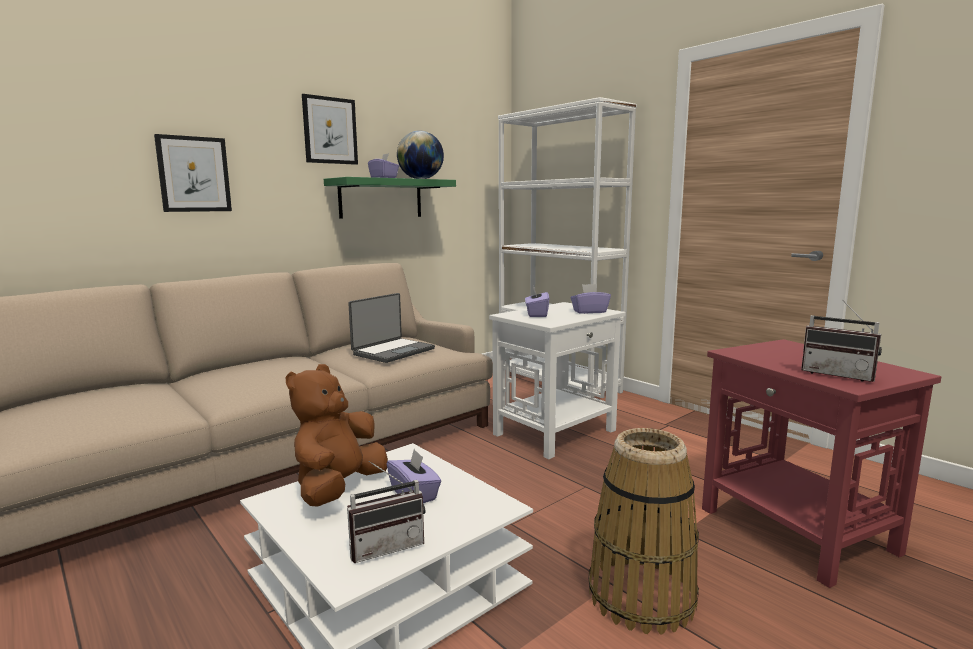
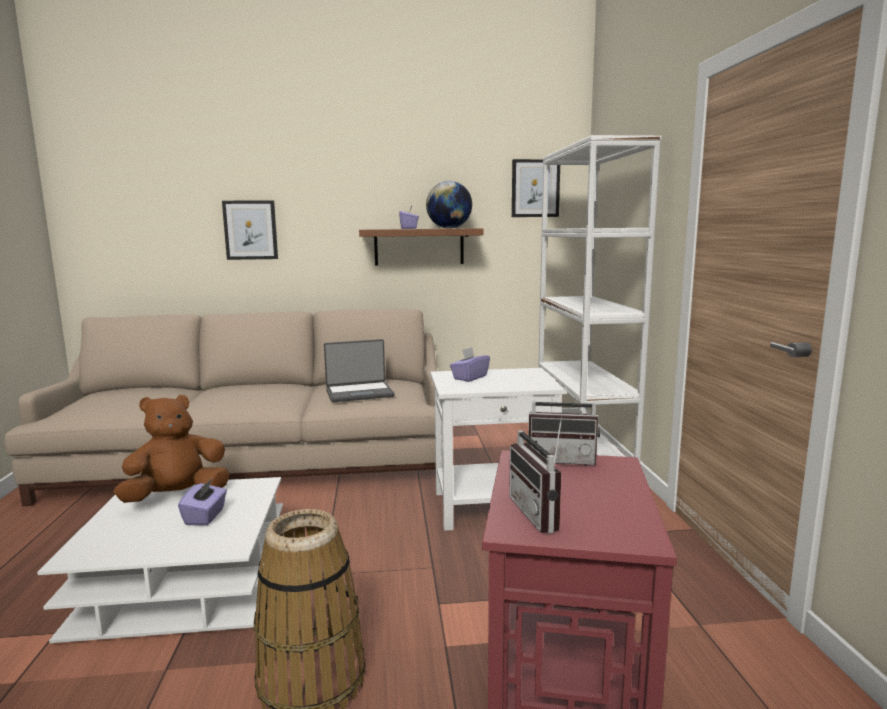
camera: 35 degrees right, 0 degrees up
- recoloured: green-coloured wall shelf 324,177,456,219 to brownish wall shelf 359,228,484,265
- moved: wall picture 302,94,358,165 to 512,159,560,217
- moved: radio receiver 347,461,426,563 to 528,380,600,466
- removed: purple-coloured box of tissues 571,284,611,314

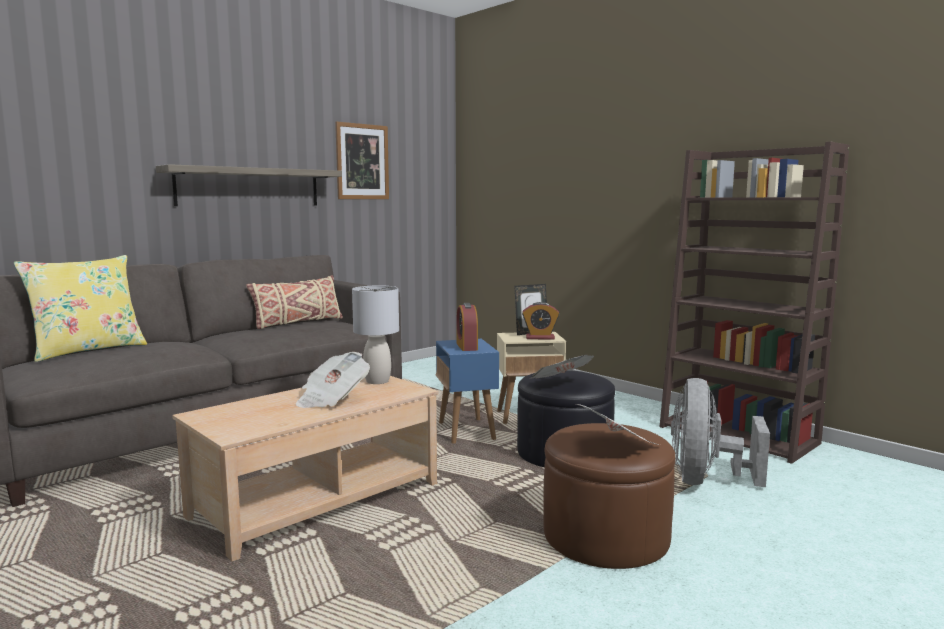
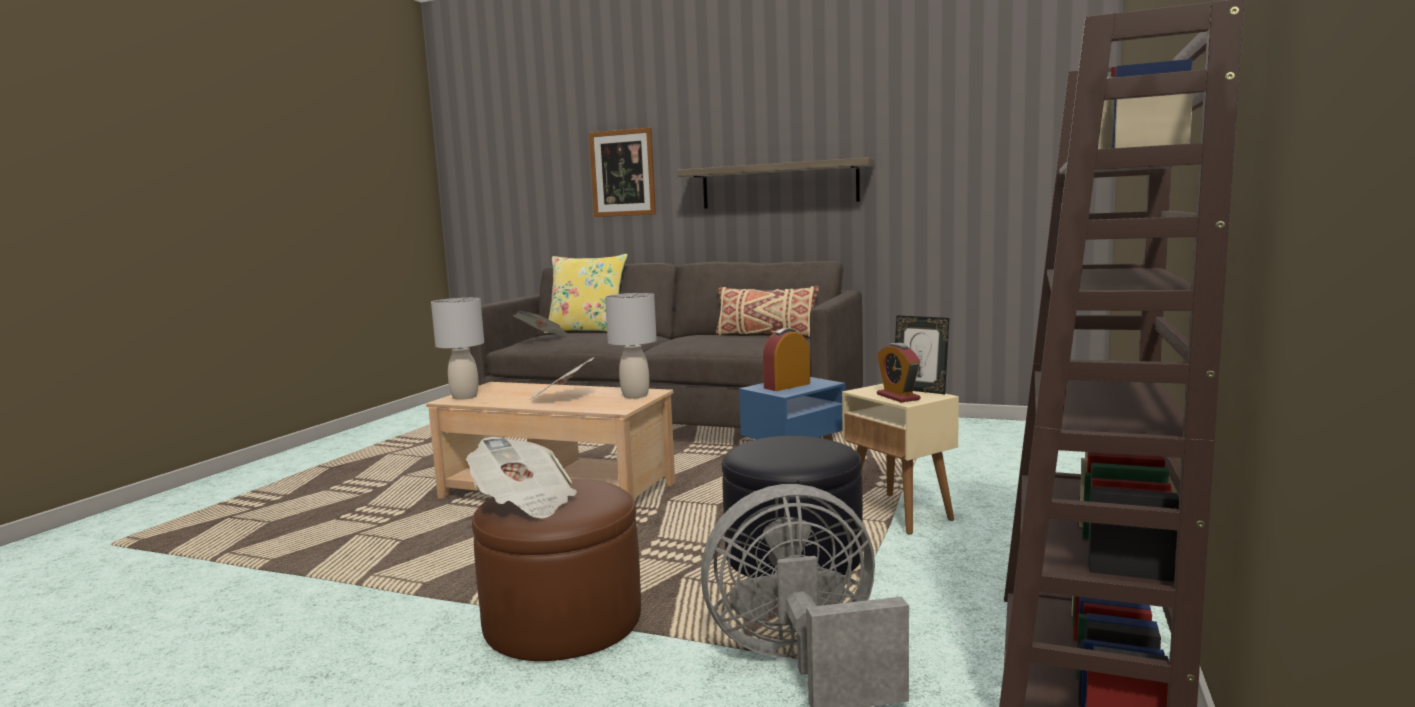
camera: 65 degrees right, 0 degrees up
- added: gray lamp for a table 431,298,484,400
- moved: newspaper 531,355,594,379 to 513,311,569,335
- moved: wall picture 335,122,389,199 to 589,127,656,217

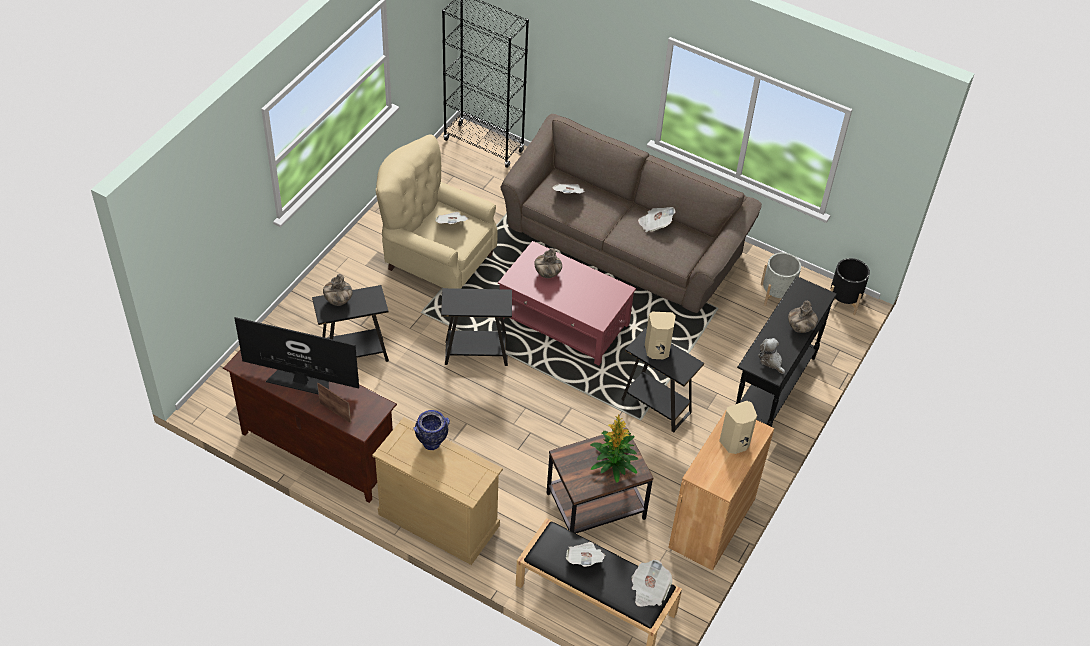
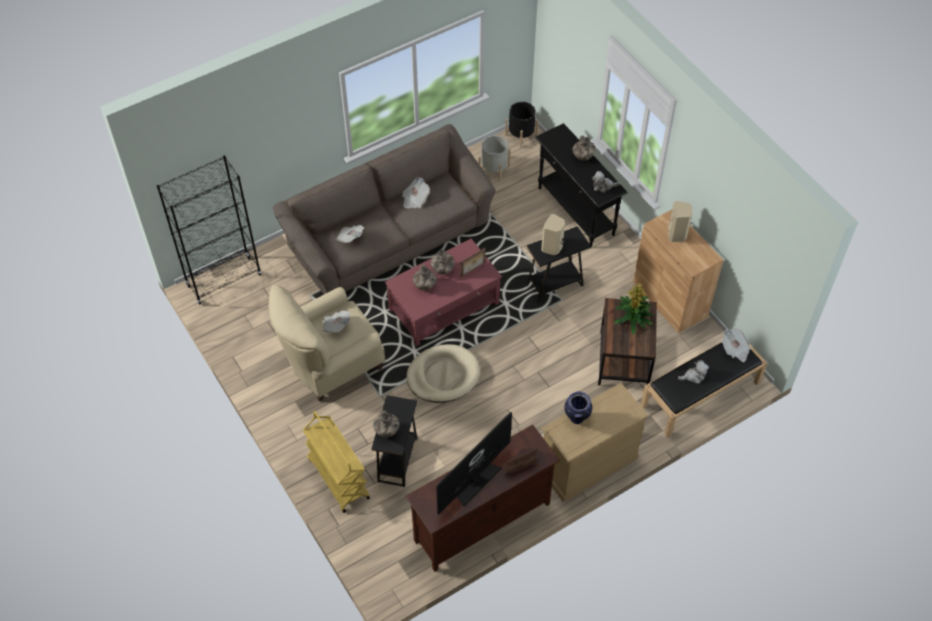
camera: 60 degrees left, 5 degrees up
- added: yellow wheeled cart 303,411,370,513
- replaced: black side table 441,288,512,366 to sand-coloured dog bed 407,344,480,403
- added: flower vase 431,250,455,274
- added: picture frame 460,248,485,277
- replaced: newspaper 566,542,605,567 to cuddly toy 678,360,709,384

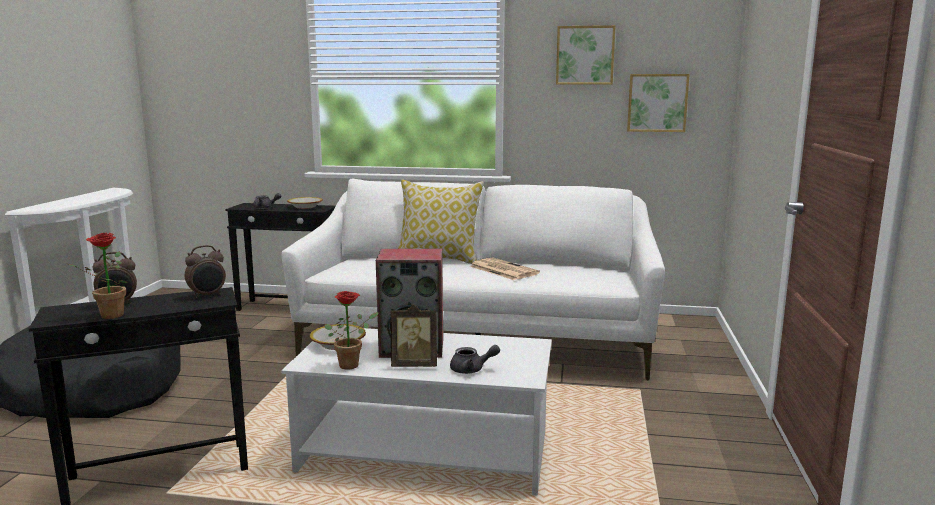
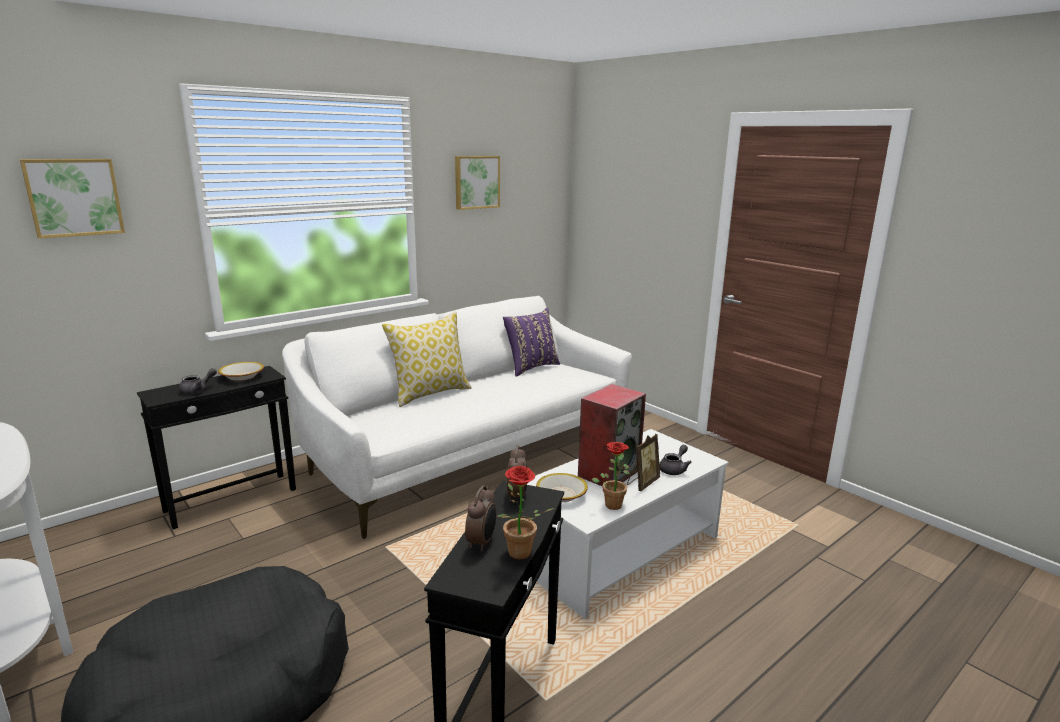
camera: 50 degrees left, 5 degrees up
- moved: wall picture 627,74,690,132 to 20,159,125,239
- added: purple-coloured cushion 503,308,560,376
- removed: newspaper 470,257,540,280

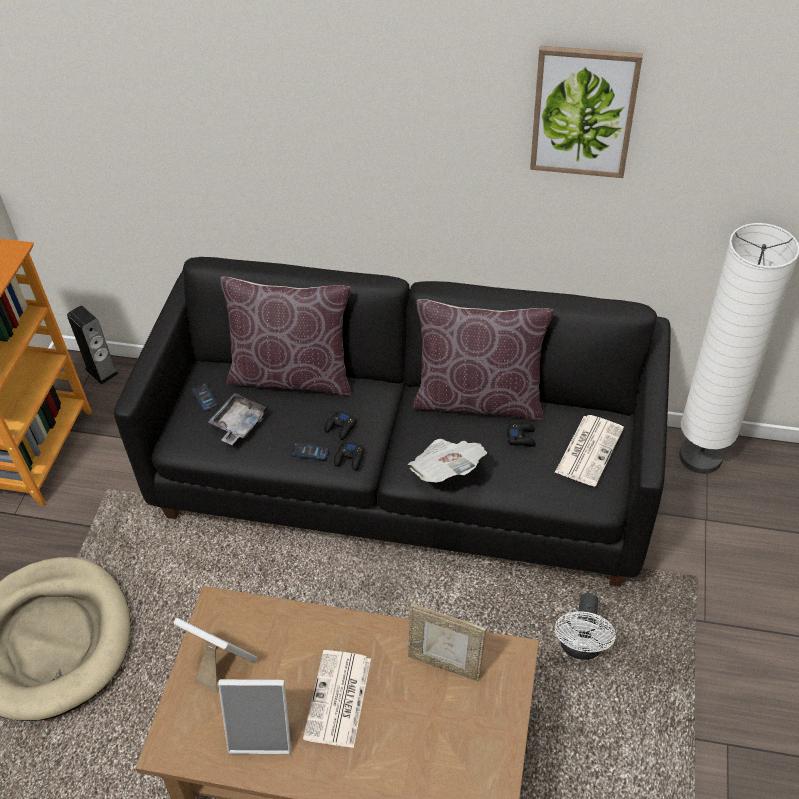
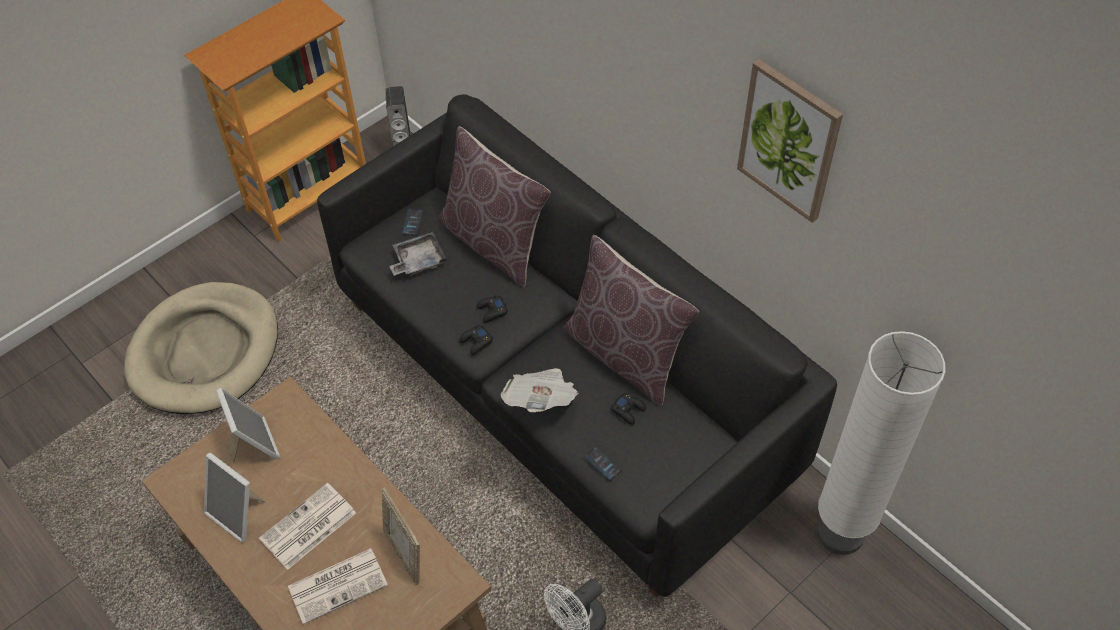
camera: 35 degrees right, 5 degrees up
- moved: newspaper 555,415,624,487 to 288,548,388,625
- moved: phone 291,442,329,460 to 584,446,622,481

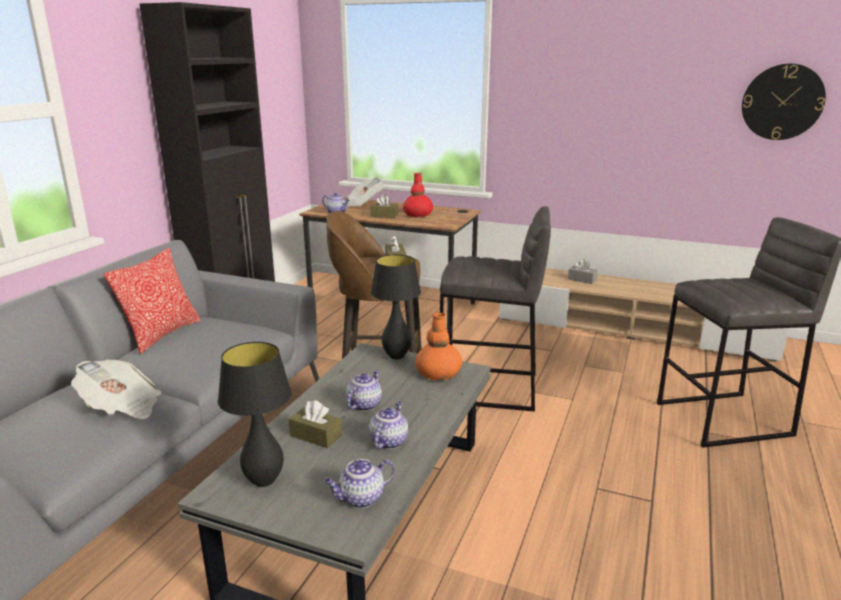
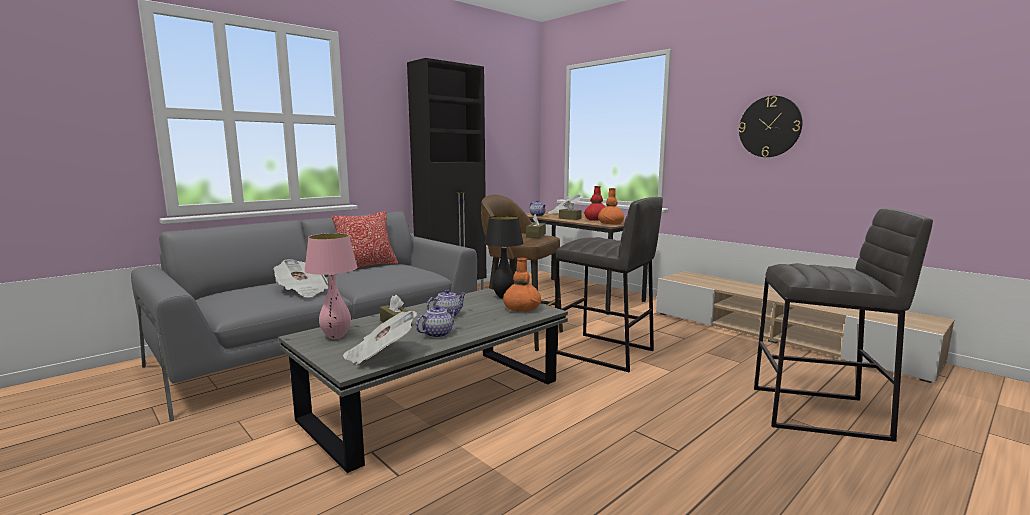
camera: 25 degrees right, 10 degrees down
- recoloured: black lamp for a table 218,342,292,487 to pink lamp for a table 304,233,358,339
- replaced: pot for tea 324,459,395,508 to newspaper 343,311,417,365
- added: orange flower vase 598,188,624,224
- moved: hanging clock 742,64,826,140 to 739,96,803,157
- removed: gray box of tissues 568,259,598,284

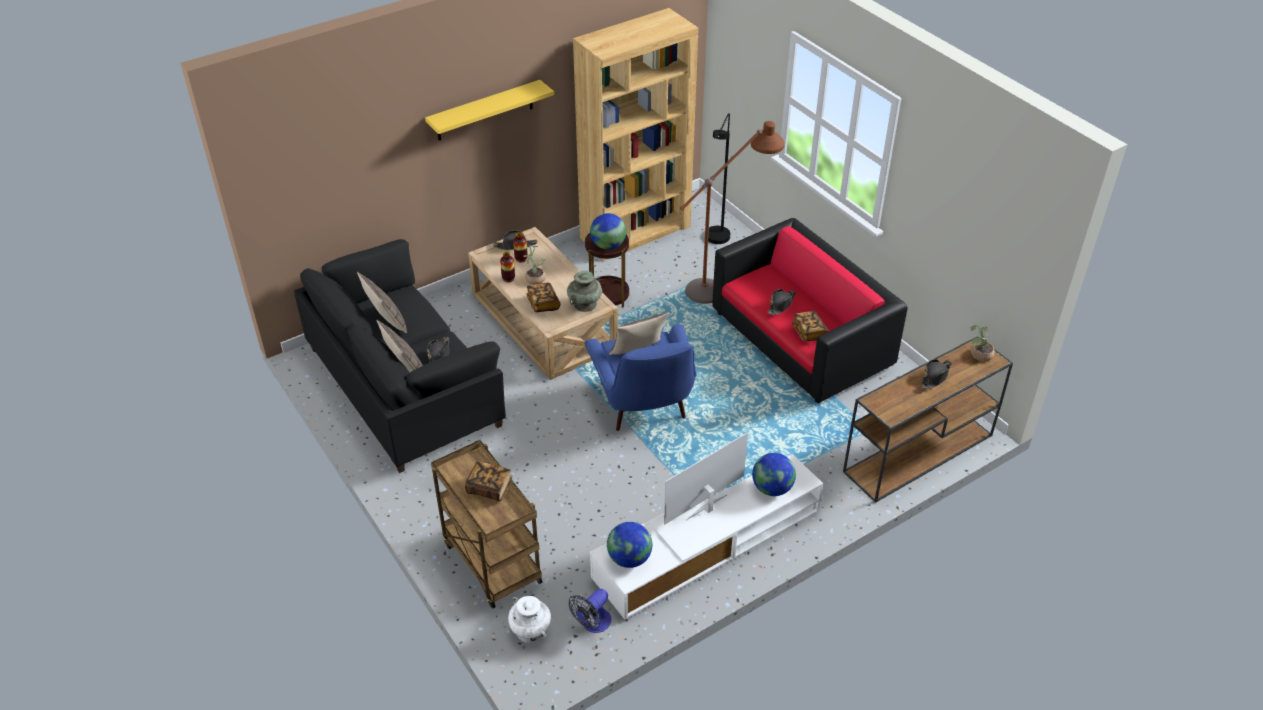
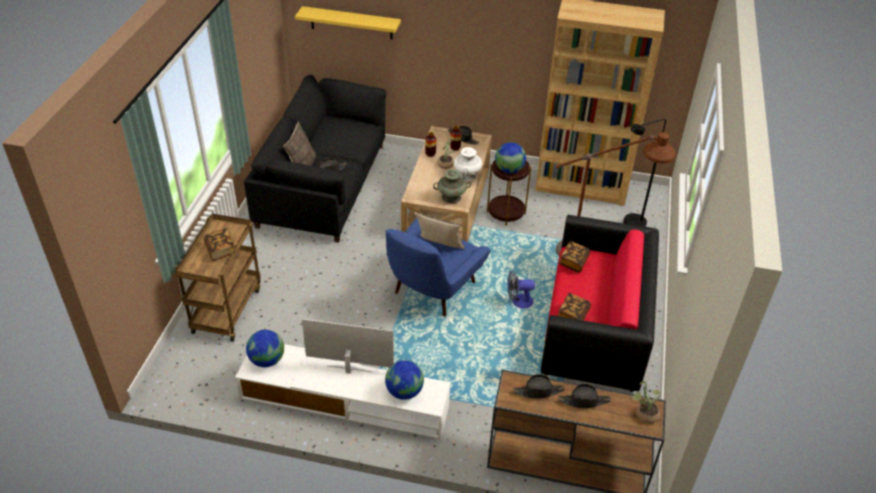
camera: 45 degrees right, 0 degrees up
- moved: yellow wall shelf 425,80,554,140 to 295,6,401,40
- moved: whitish flower vase 508,596,551,643 to 454,147,482,181
- moved: cooling fan 569,589,612,633 to 507,271,535,309
- moved: black wearable hat 767,289,796,315 to 513,374,565,399
- moved: bound book 527,283,560,312 to 559,241,590,272
- removed: cushion 357,272,407,333

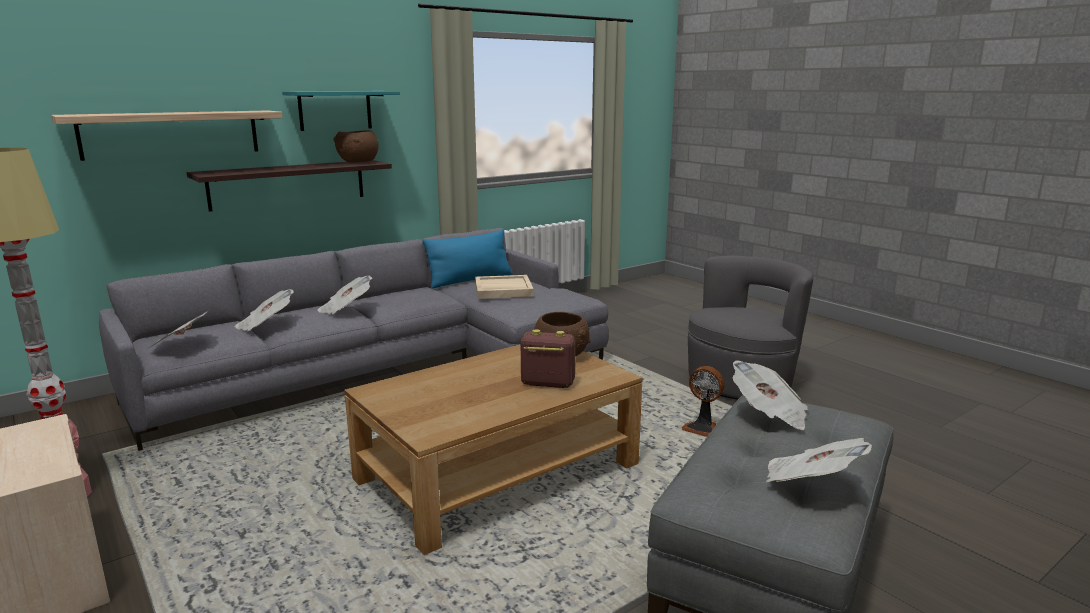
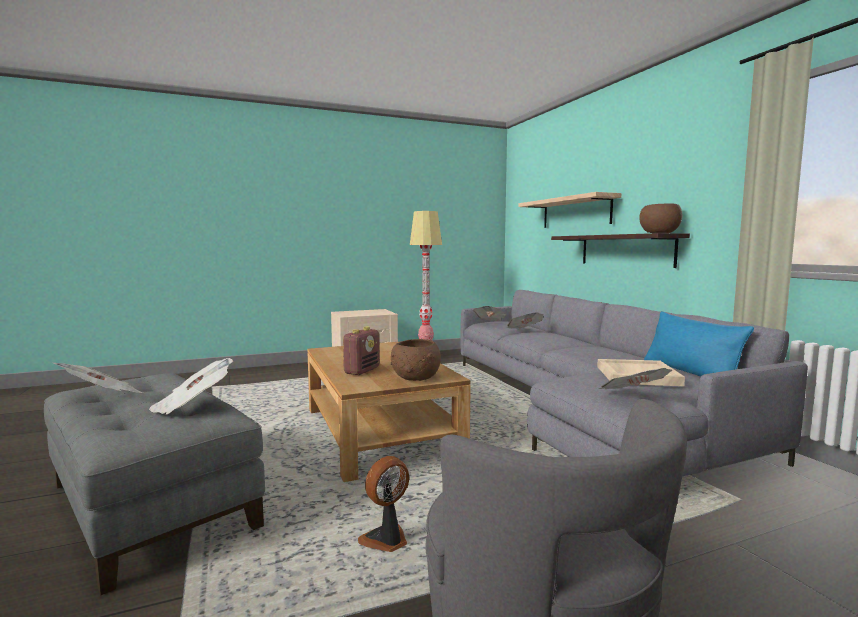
camera: 105 degrees right, 10 degrees down
- moved: newspaper 317,276,372,314 to 599,368,672,389
- removed: turquoise-coloured wall shelf 282,91,400,131

